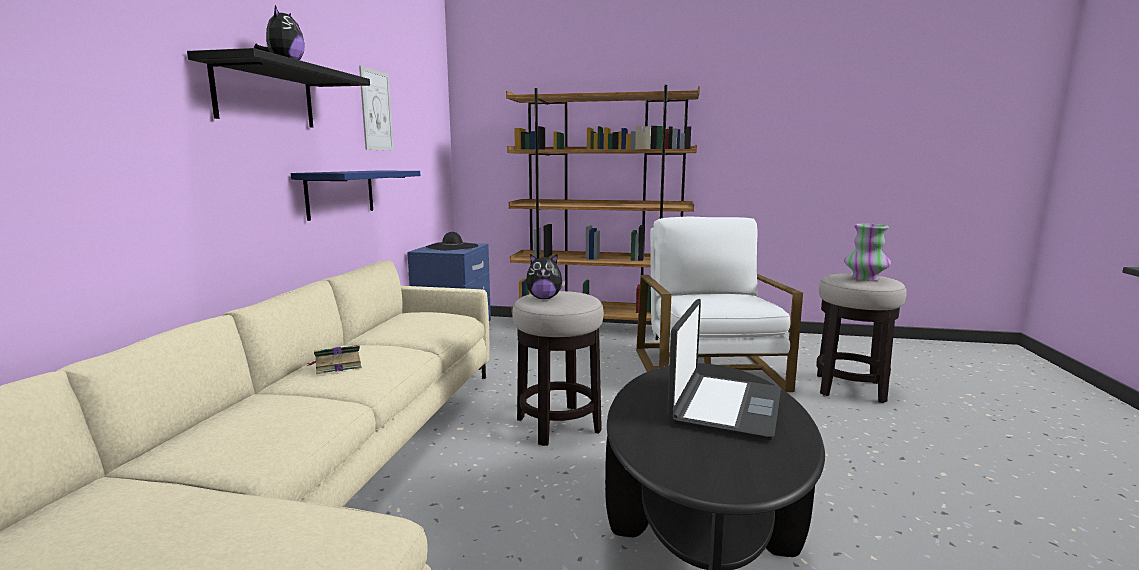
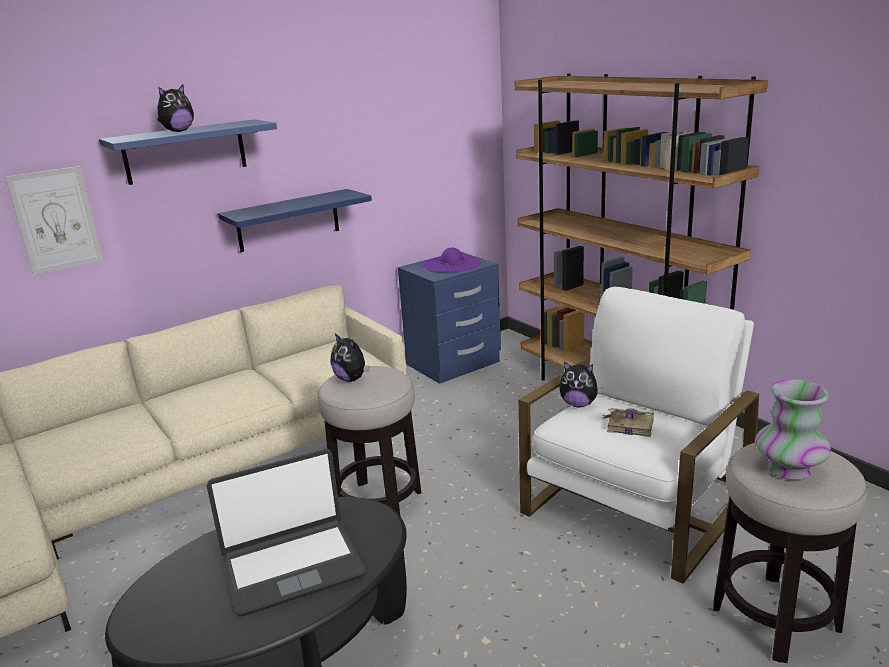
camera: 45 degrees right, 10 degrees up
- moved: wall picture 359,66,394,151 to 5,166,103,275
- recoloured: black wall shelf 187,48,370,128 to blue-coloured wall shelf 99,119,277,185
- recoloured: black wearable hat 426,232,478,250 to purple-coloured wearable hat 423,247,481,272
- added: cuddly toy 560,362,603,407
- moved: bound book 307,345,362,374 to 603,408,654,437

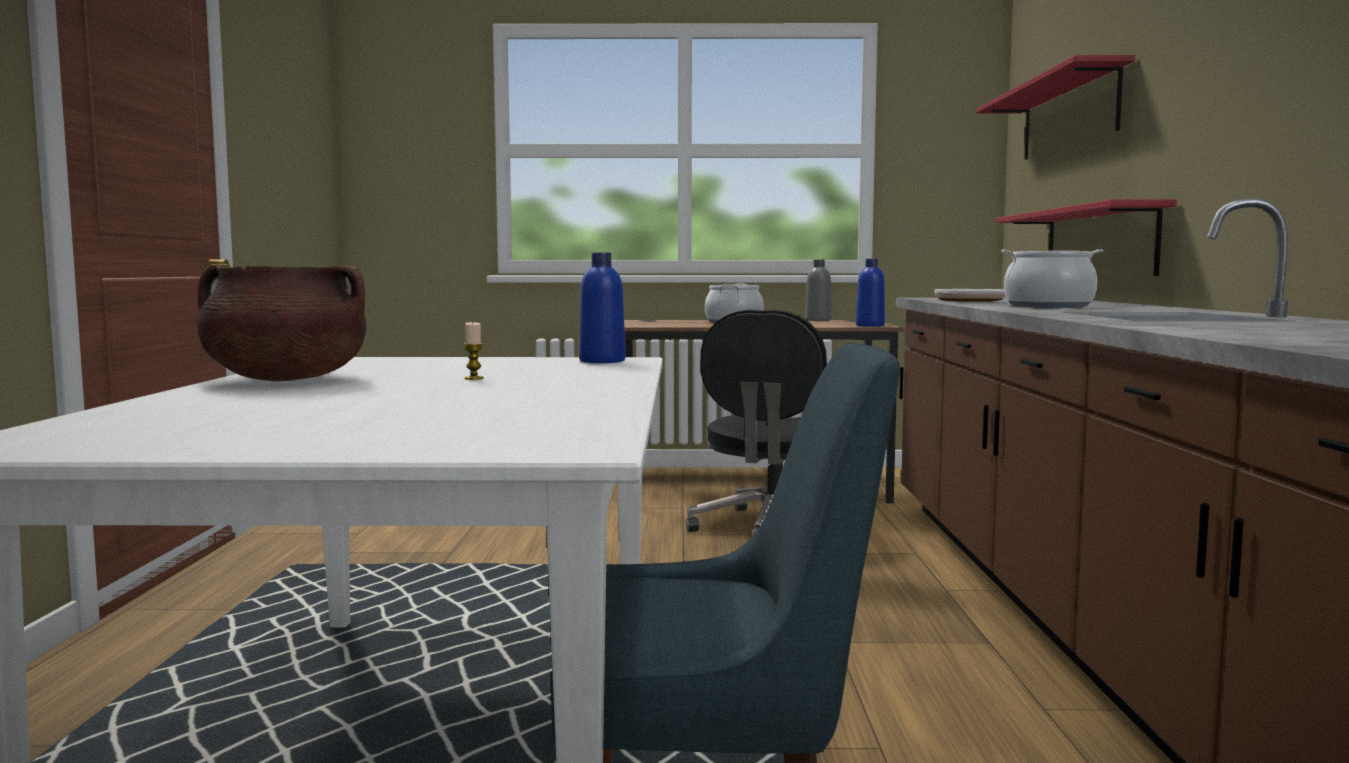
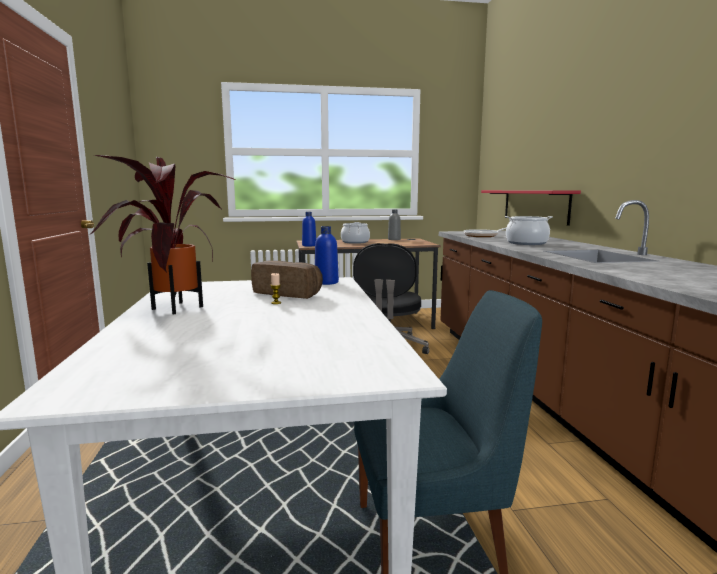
camera: 10 degrees left, 5 degrees up
- replaced: brownish stockpot 197,265,367,381 to houseplant 91,155,235,314
- added: bread 251,261,323,299
- moved: blue-coloured beverage bottle 856,259,885,327 to 302,212,316,246
- removed: reddish wall shelf 976,55,1135,160

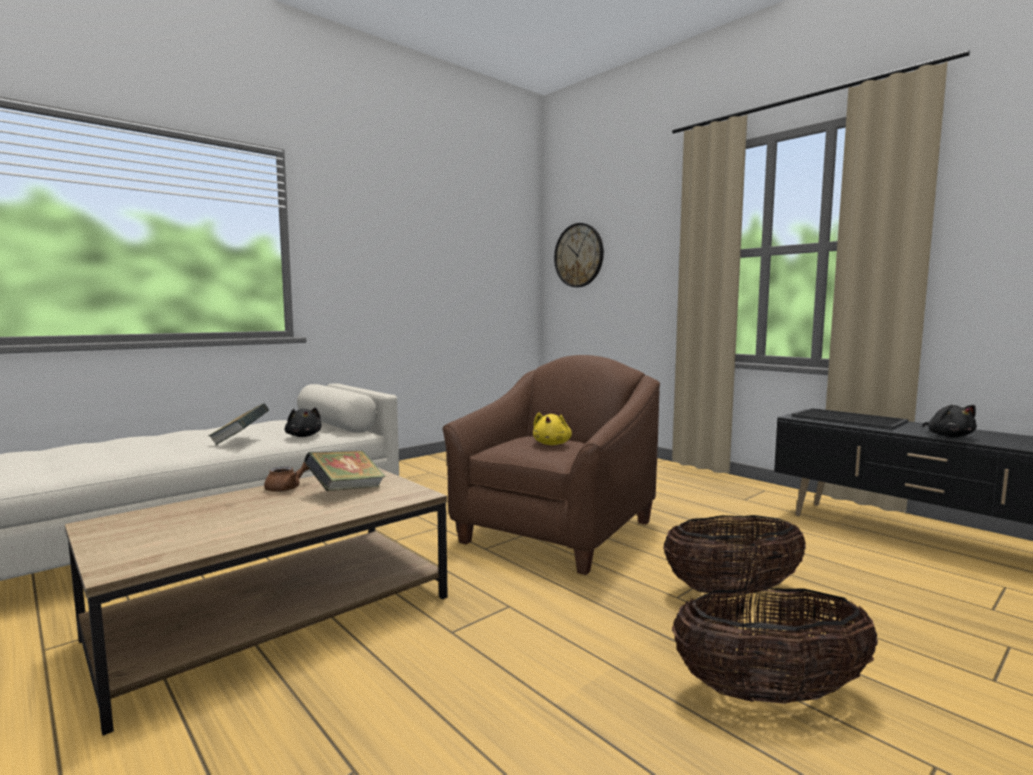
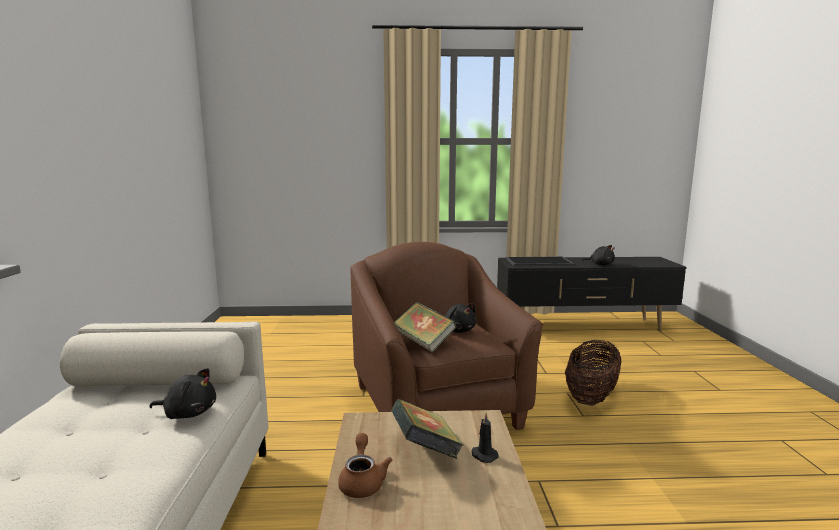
camera: 50 degrees left, 5 degrees up
- moved: bound book 209,403,269,446 to 394,302,457,353
- recoloured: yellow cuddly toy 533,413,572,445 to black cuddly toy 445,303,477,333
- added: black candle 472,413,498,463
- removed: hanging clock 554,223,604,287
- removed: storage basket 672,587,878,704

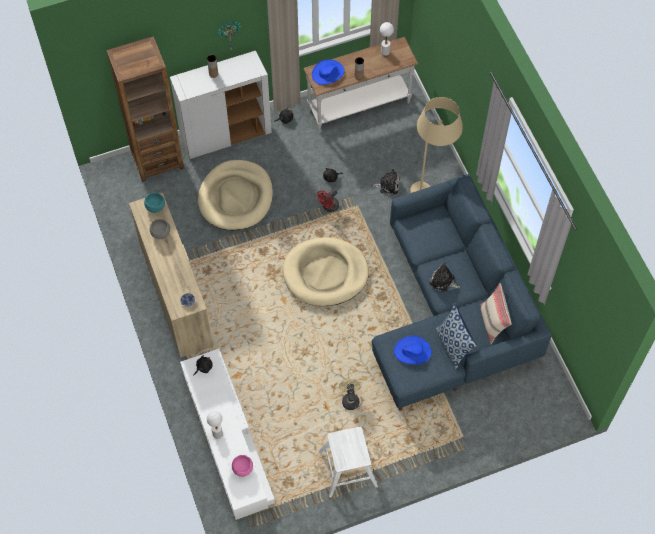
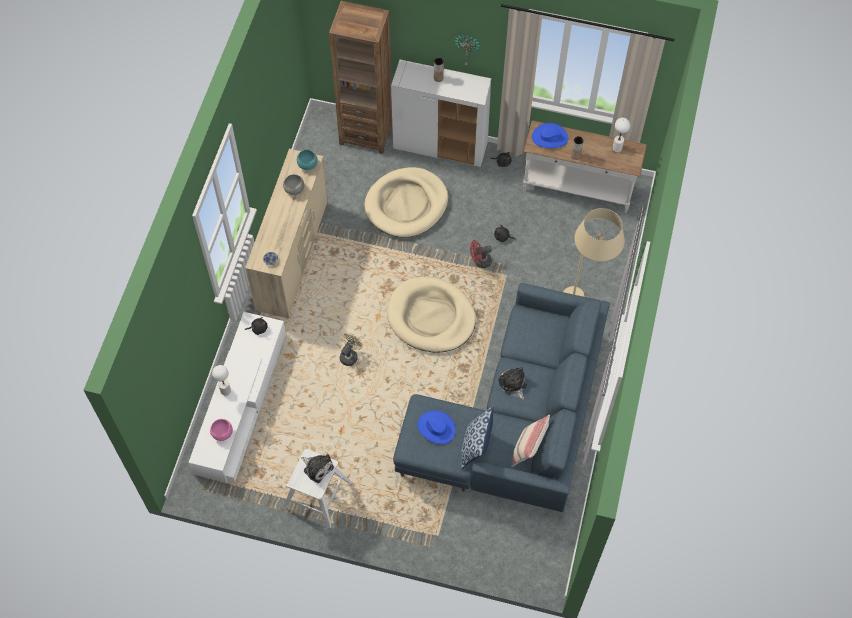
camera: 35 degrees right, 0 degrees up
- moved: cuddly toy 372,169,400,195 to 301,454,334,483
- moved: sand-coloured cooling fan 339,379,362,410 to 340,333,363,366

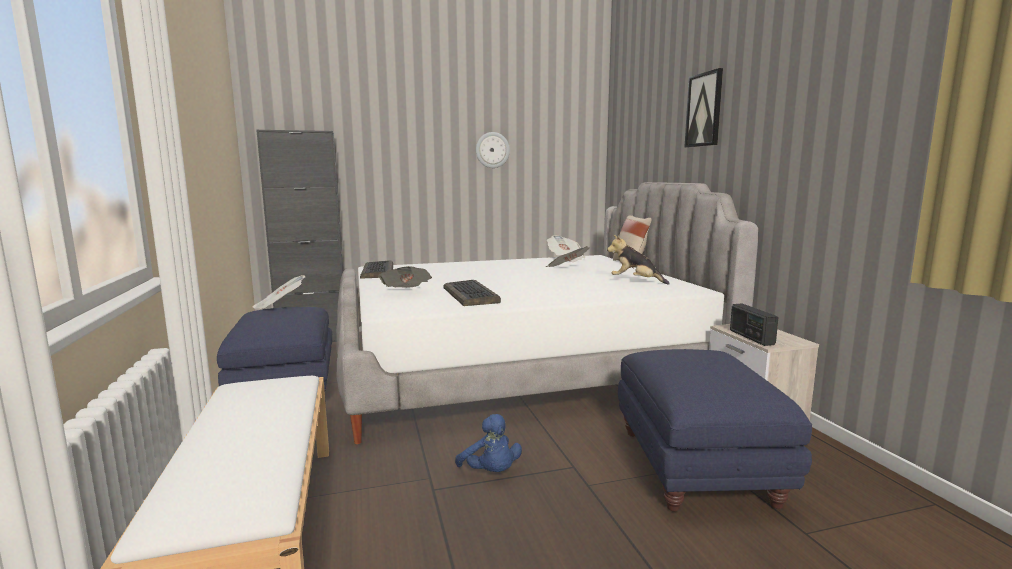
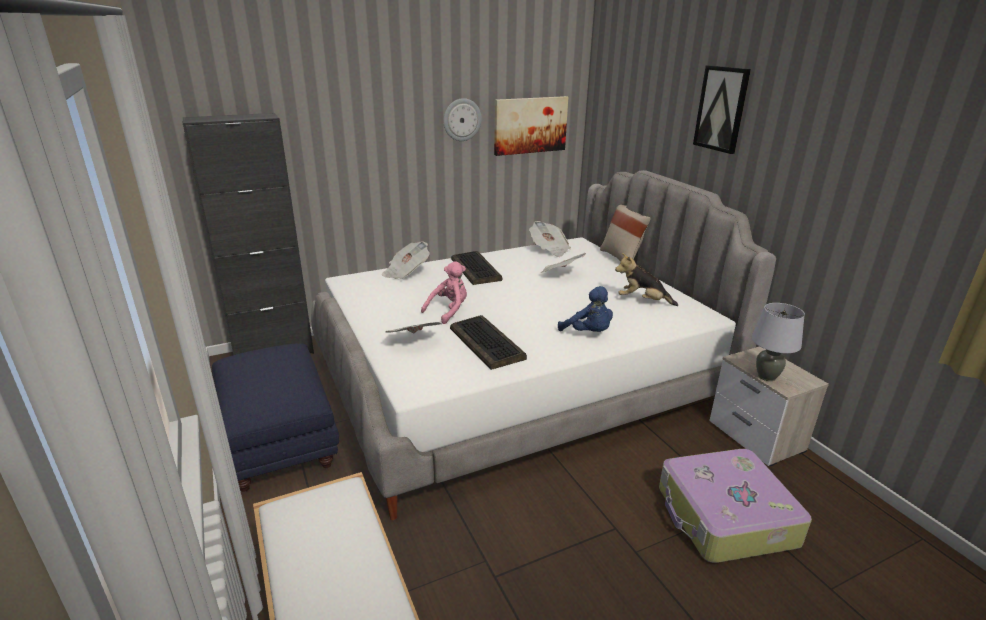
camera: 10 degrees left, 15 degrees up
- moved: newspaper 253,275,305,309 to 382,242,430,279
- added: pink cuddly toy 421,261,467,324
- moved: keyboard 360,261,393,279 to 451,251,502,285
- added: wall picture 494,96,568,156
- moved: blue-coloured cuddly toy 455,414,522,472 to 558,286,613,332
- replaced: blue-coloured ottoman 618,349,812,511 to travel case 659,449,812,563
- replaced: radio receiver 730,304,779,346 to gray lamp for a table 752,303,805,381

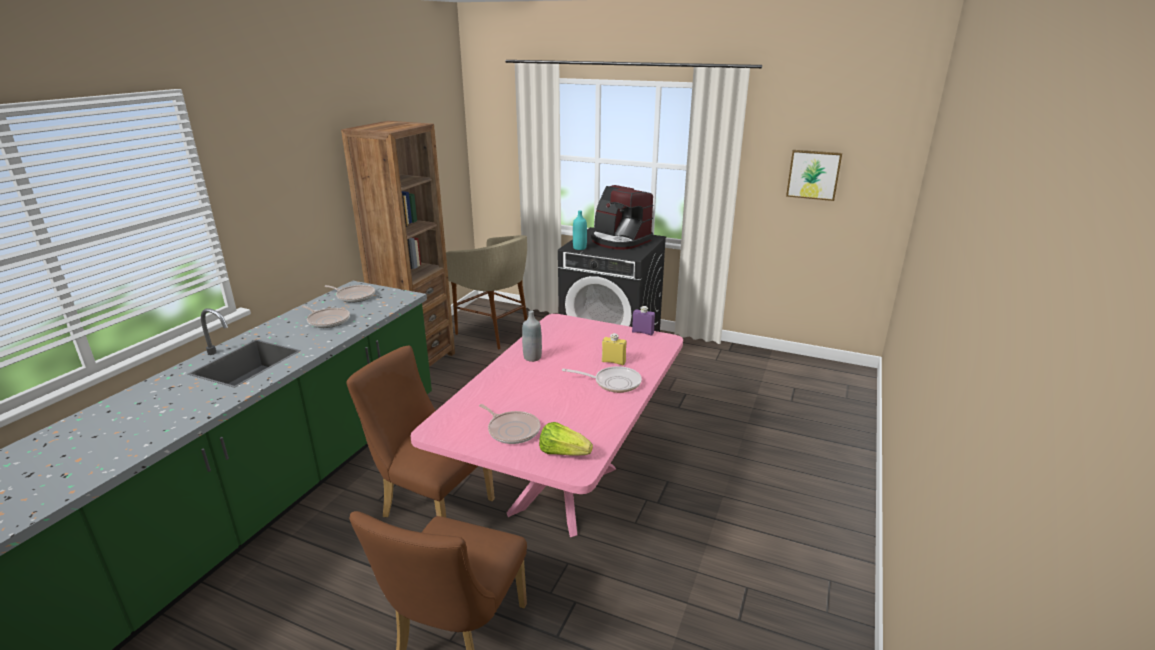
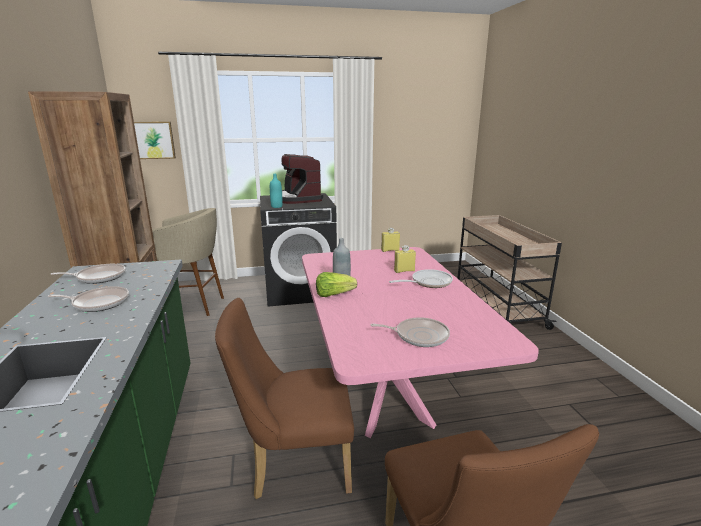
camera: 35 degrees left, 5 degrees down
- moved: wall picture 786,150,842,201 to 134,122,176,159
- turned: coffee brewer 591,185,654,250 = 281,154,323,204 60 degrees clockwise
- moved: lettuce 539,422,593,456 to 316,272,357,297
- recoloured: purple-coloured beverage bottle 632,306,655,336 to yellow beverage bottle 381,228,400,252
- added: sand-coloured wheeled cart 457,215,562,330

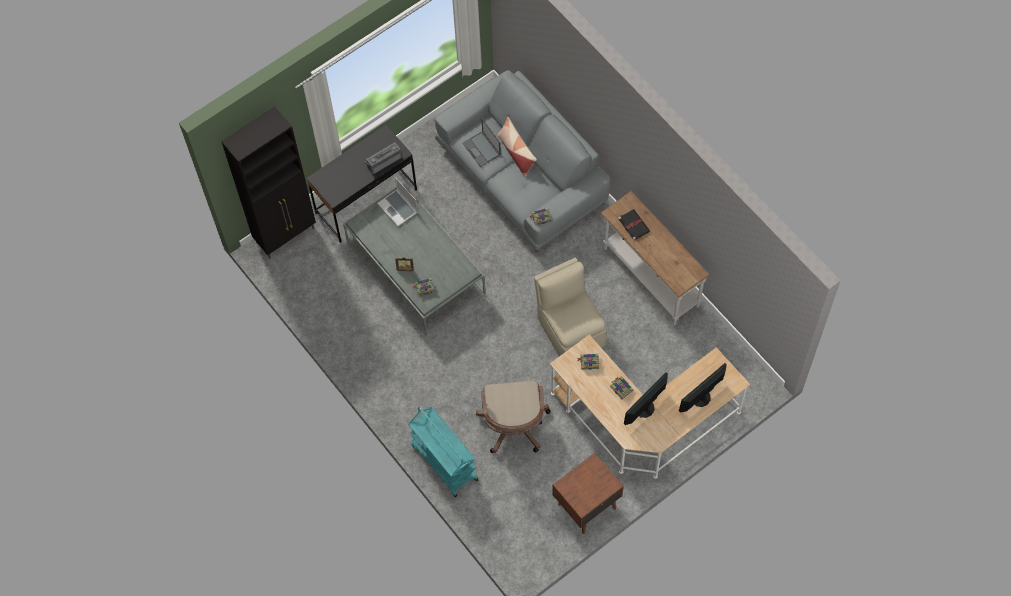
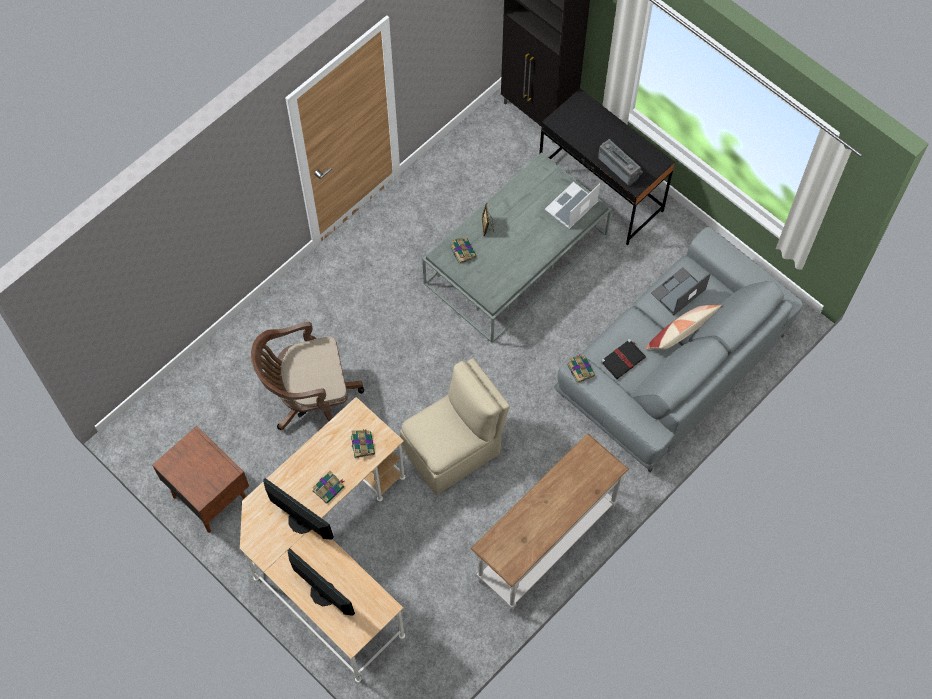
camera: 80 degrees right, 0 degrees up
- moved: black bound book 618,209,650,241 to 601,339,646,379
- removed: turquoise-coloured wheeled cart 408,407,479,497

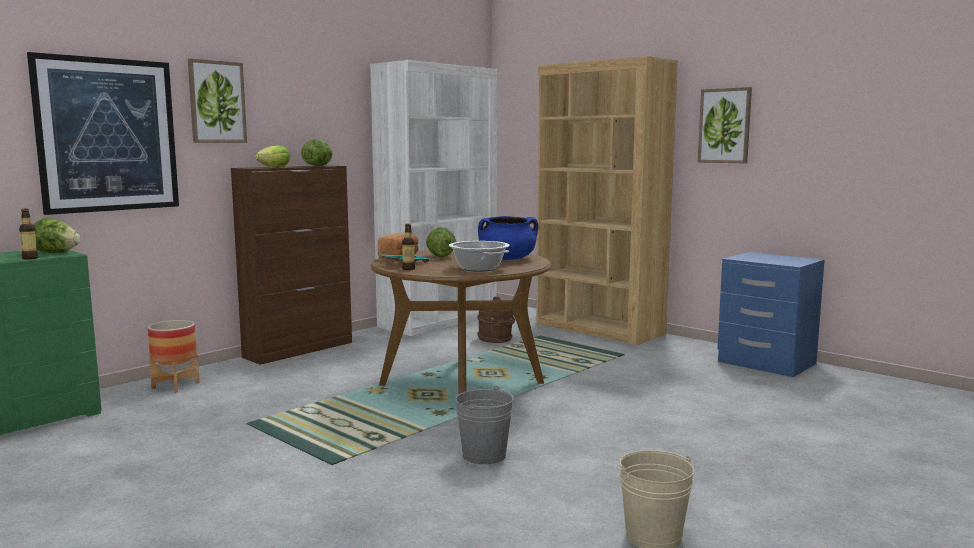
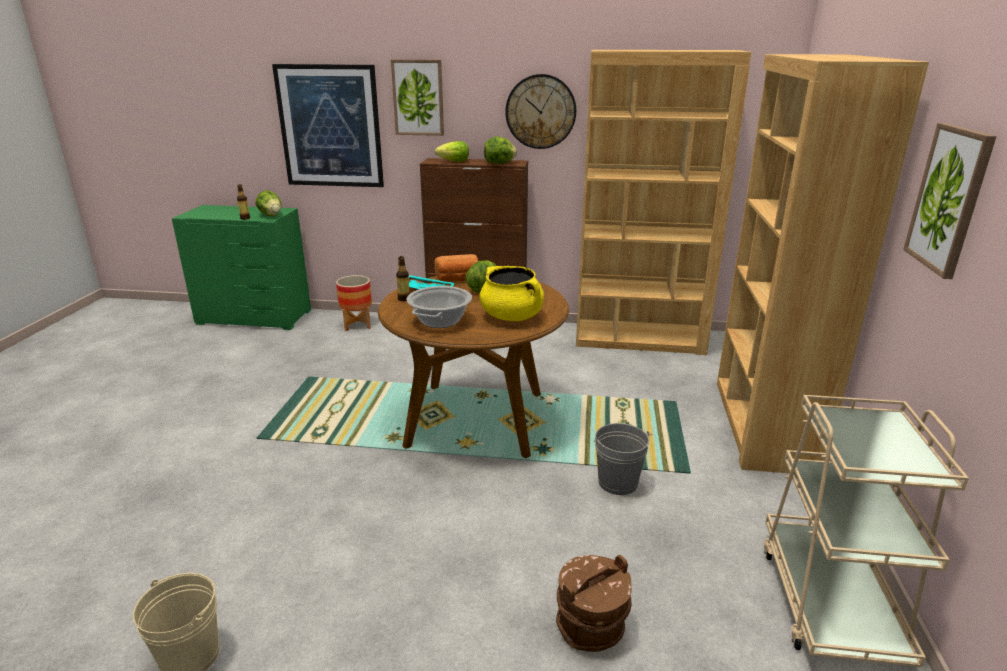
camera: 55 degrees right, 15 degrees up
- recoloured: blue-coloured stockpot 478,216,538,260 to yellow stockpot 479,266,544,321
- added: hanging clock 505,74,576,149
- moved: brownish water bucket 477,297,515,343 to 556,555,632,652
- recoloured: whitish shelving unit 370,60,497,336 to brownish shelving unit 576,50,751,355
- moved: gray water bucket 455,385,514,465 to 594,423,652,495
- replaced: blue-coloured night table 717,252,825,377 to sand-coloured wheeled cart 764,395,969,667

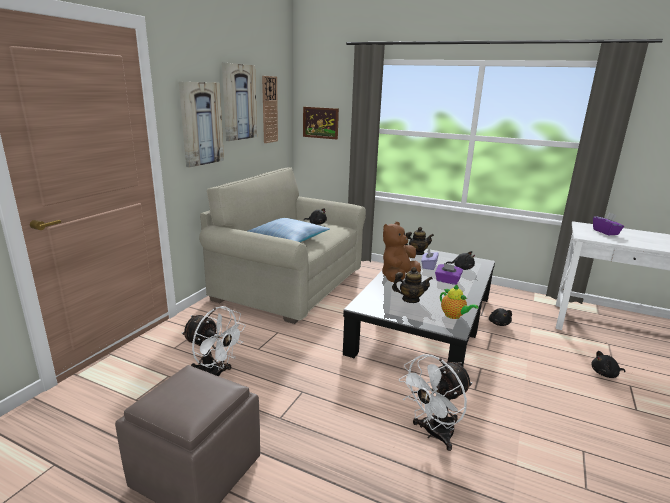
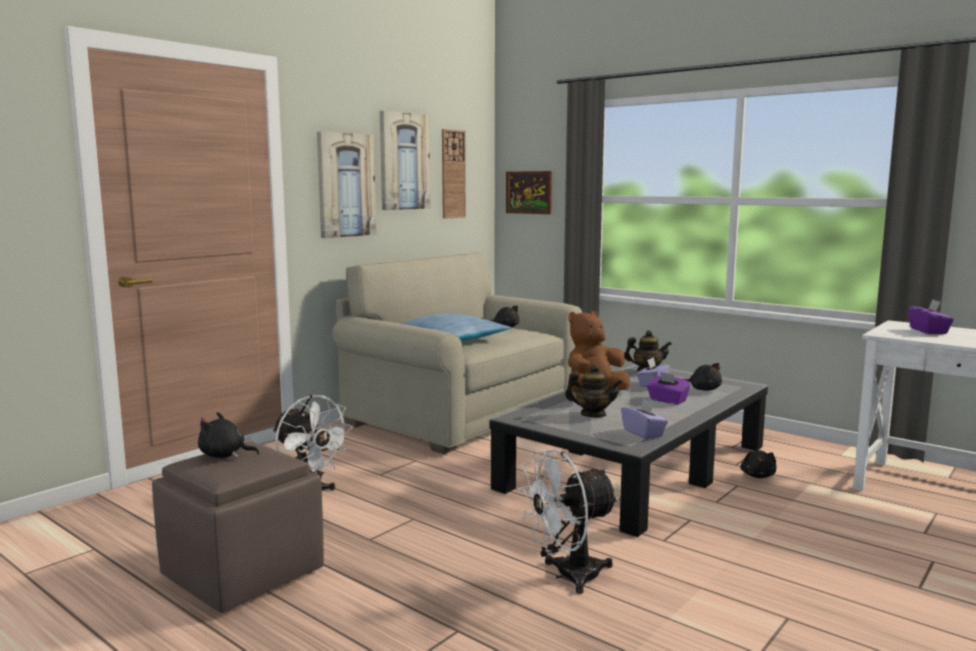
camera: 15 degrees right, 10 degrees down
- moved: black cuddly toy 591,351,625,378 to 198,412,260,458
- replaced: pot for tea 440,284,478,319 to purple-coloured box of tissues 621,398,668,440

